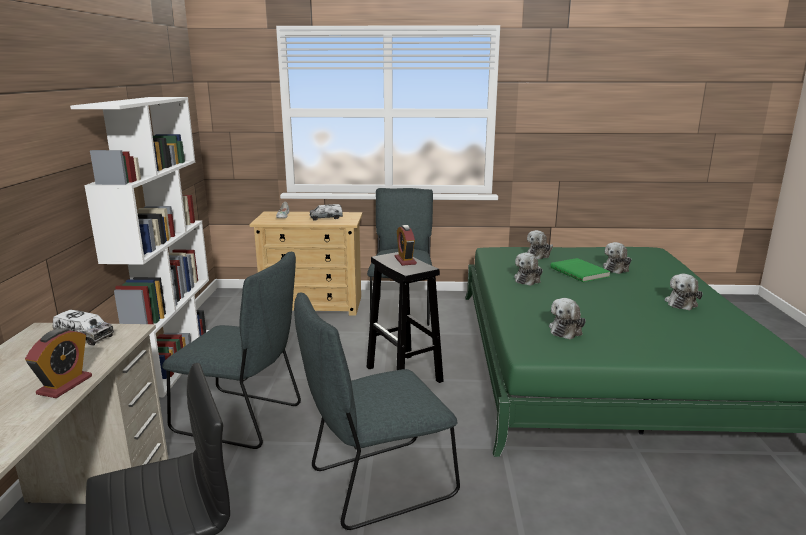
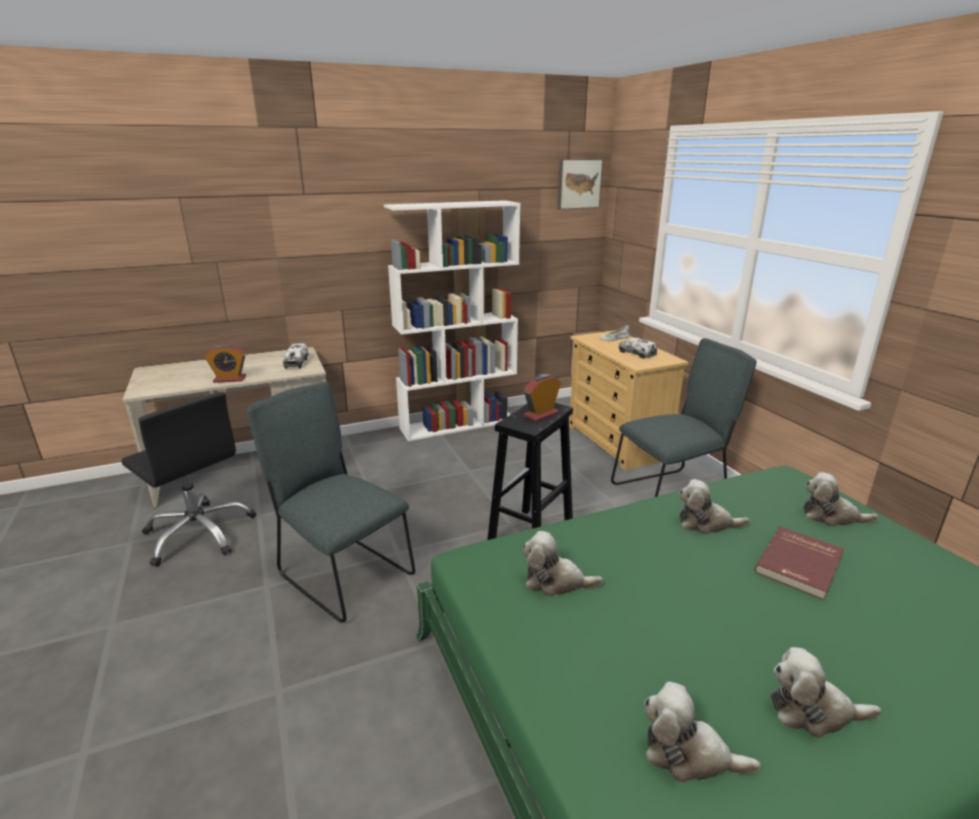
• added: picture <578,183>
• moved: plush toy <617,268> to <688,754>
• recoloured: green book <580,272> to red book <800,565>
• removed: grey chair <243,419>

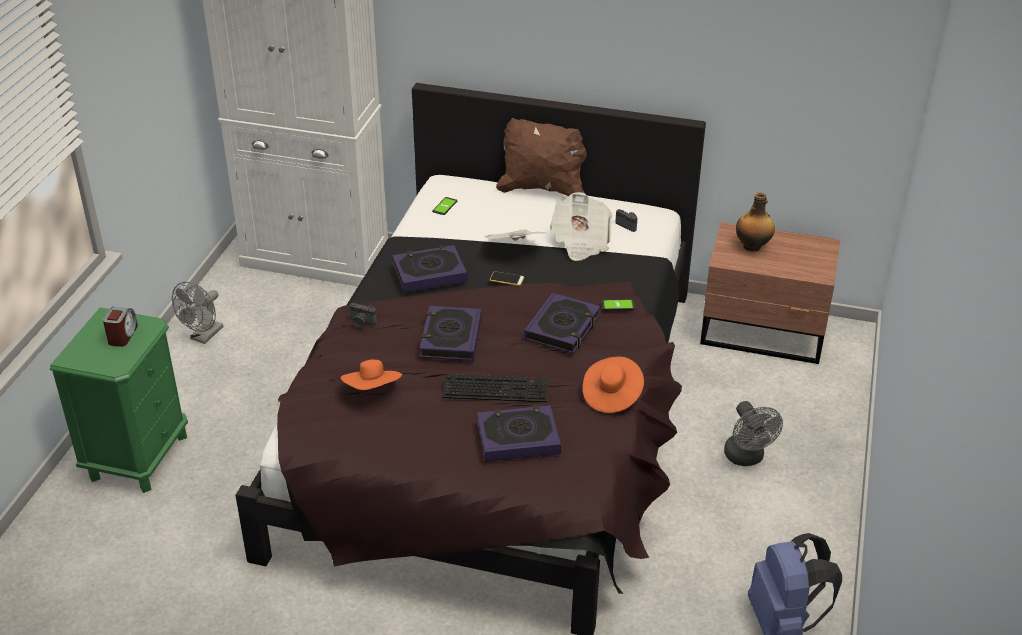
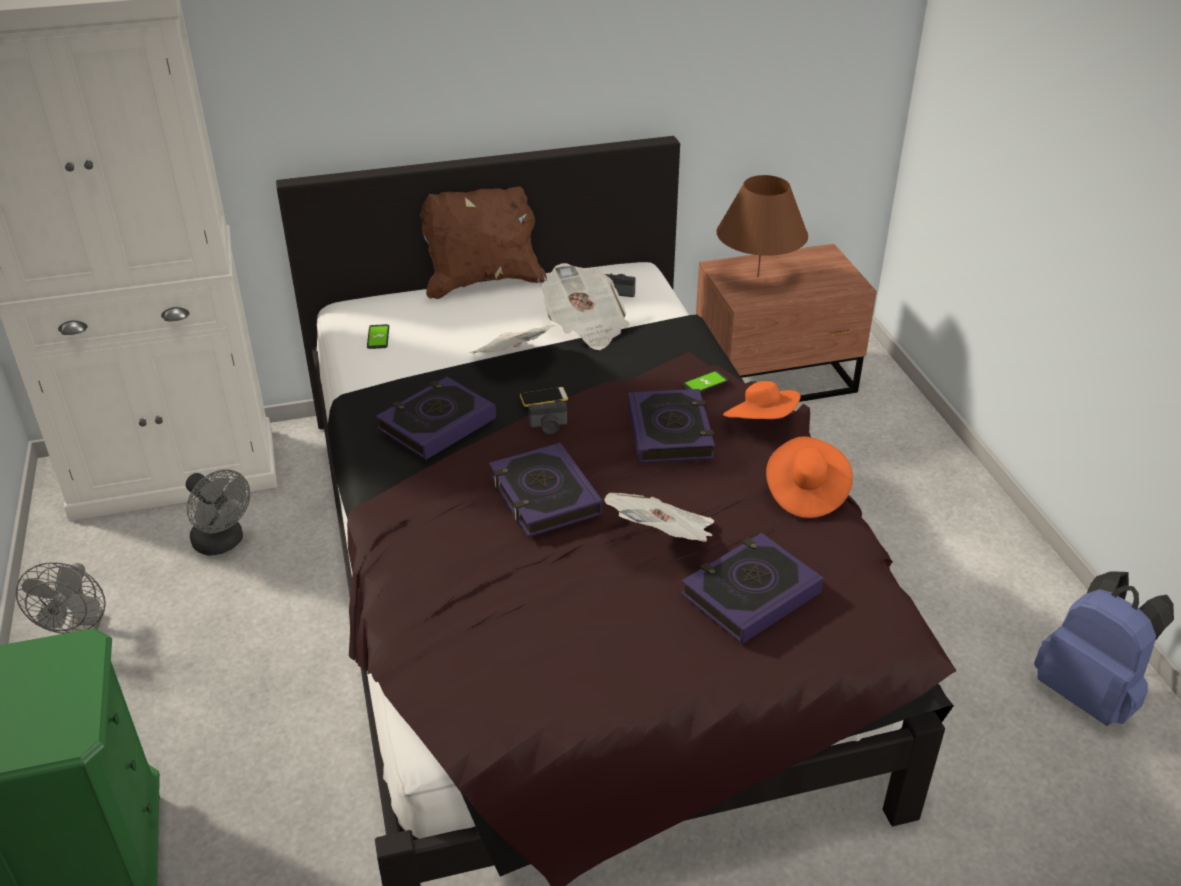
• moved: grey fan <747,458> to <223,543>
• moved: photo camera <362,322> to <548,427>
• replaced: keyboard <496,388> to newspaper <663,538>
• replaced: bottle <752,246> to brown table lamp <757,277>
• moved: orange hat <373,390> to <761,422>
• removed: alarm clock <122,335>

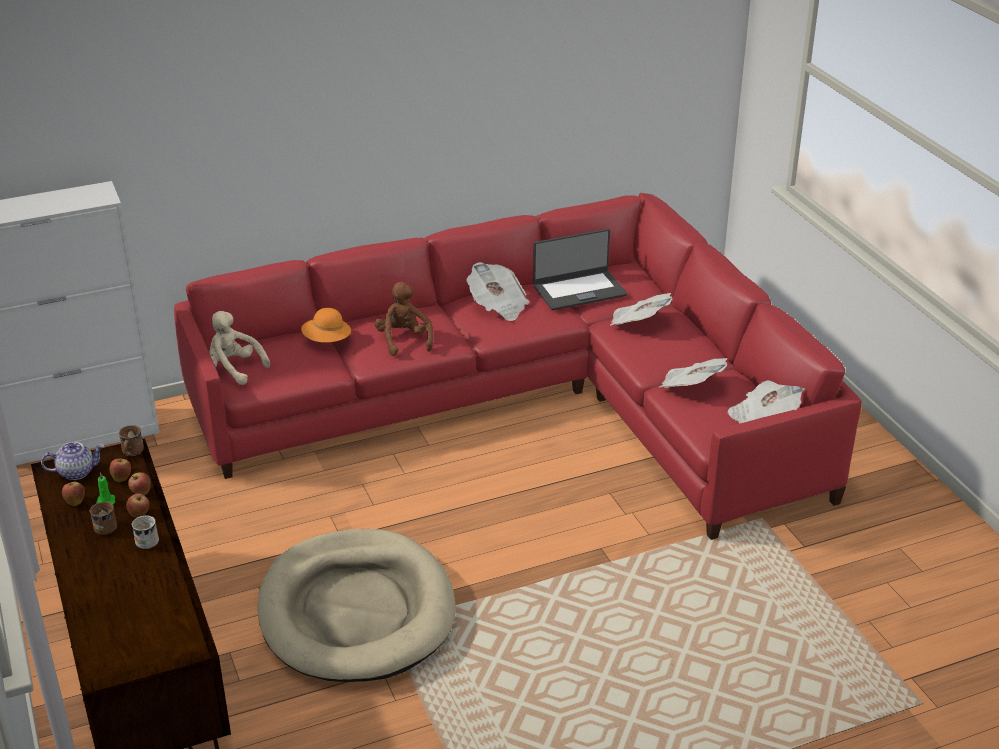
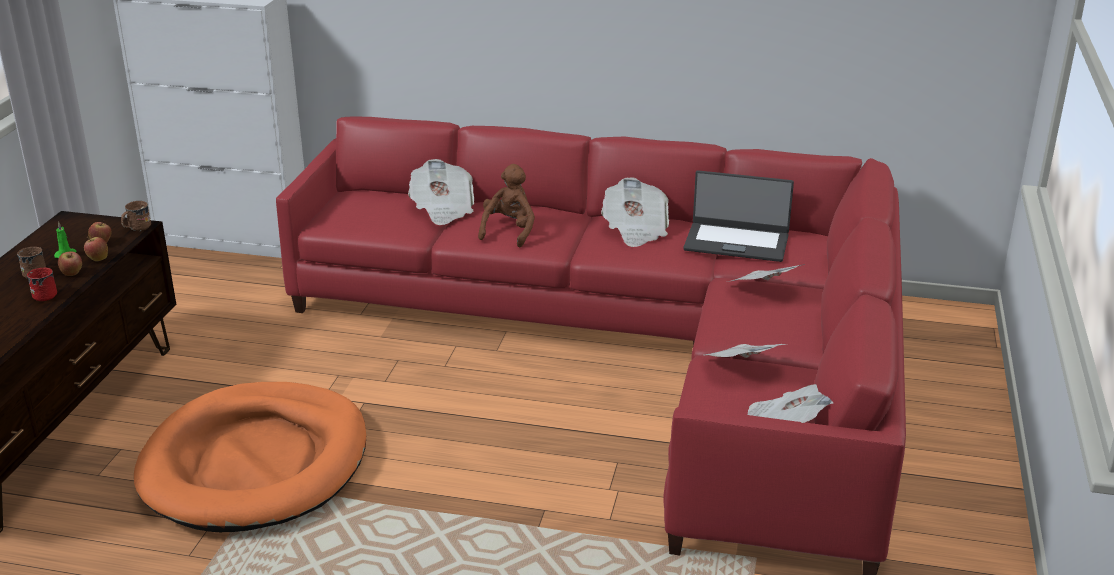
• recoloured: white mug <146,540> to red mug <47,294>
• recoloured: beige dog bed <356,611> to orange dog bed <256,463>
• replaced: orange hat <327,340> to newspaper <442,209>
• removed: teapot <76,472>
• removed: apple <75,501>
• removed: beige plush toy <234,369>

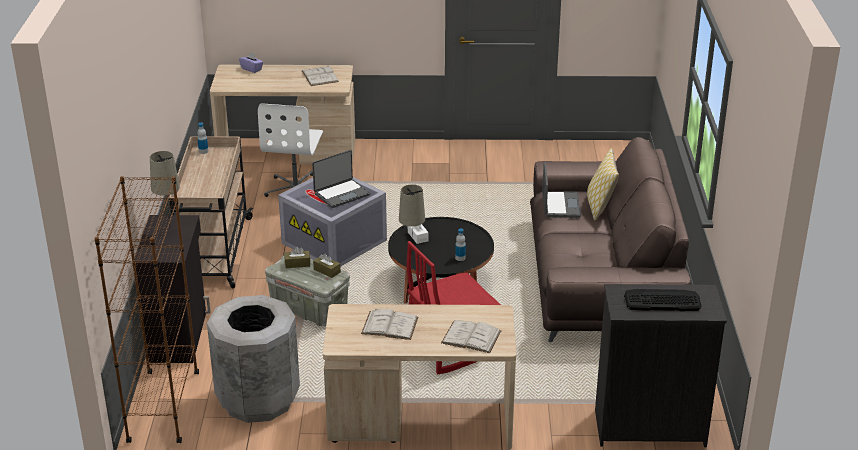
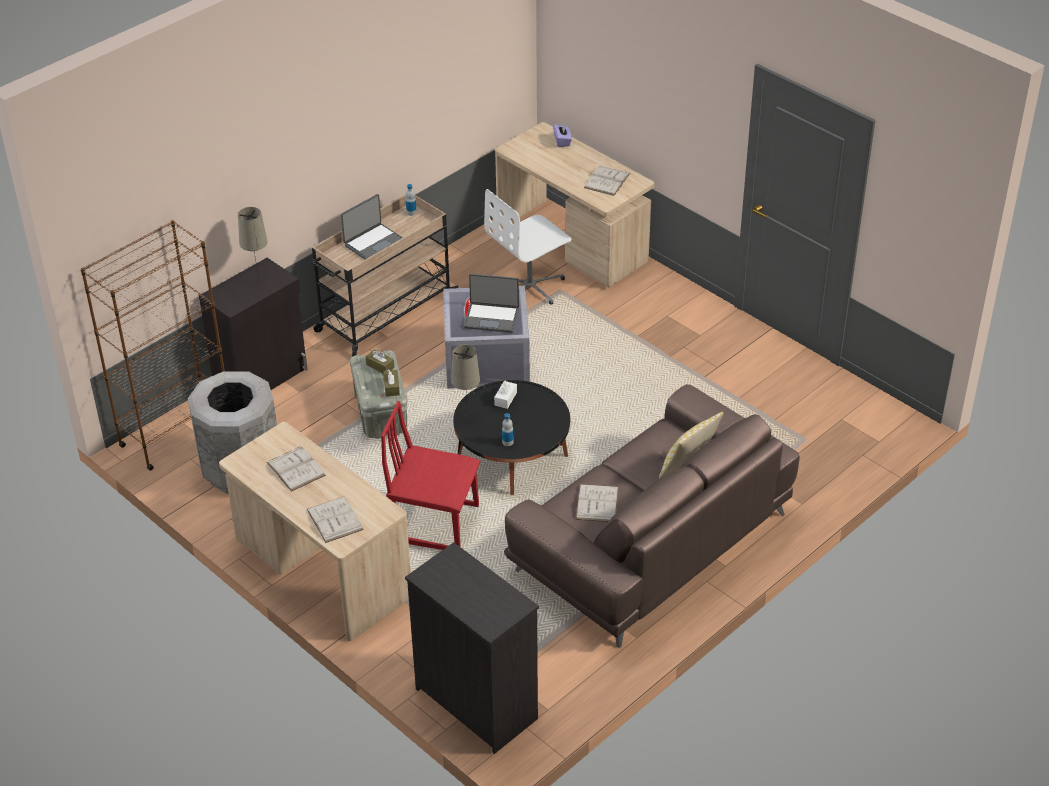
• moved: laptop <559,205> to <373,242>
• added: white book <597,503>
• removed: keyboard <662,301>

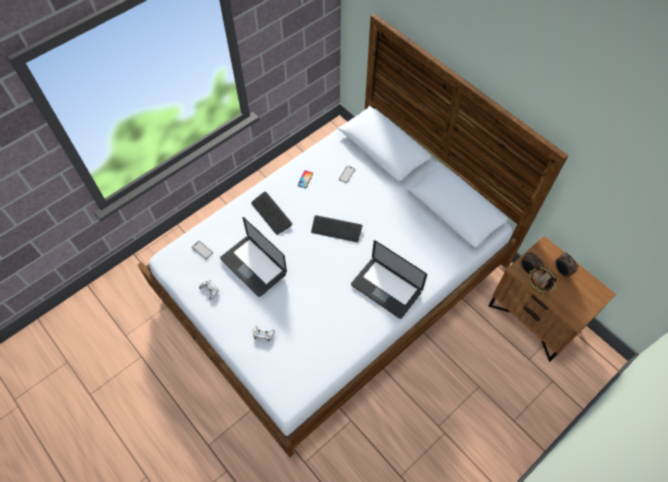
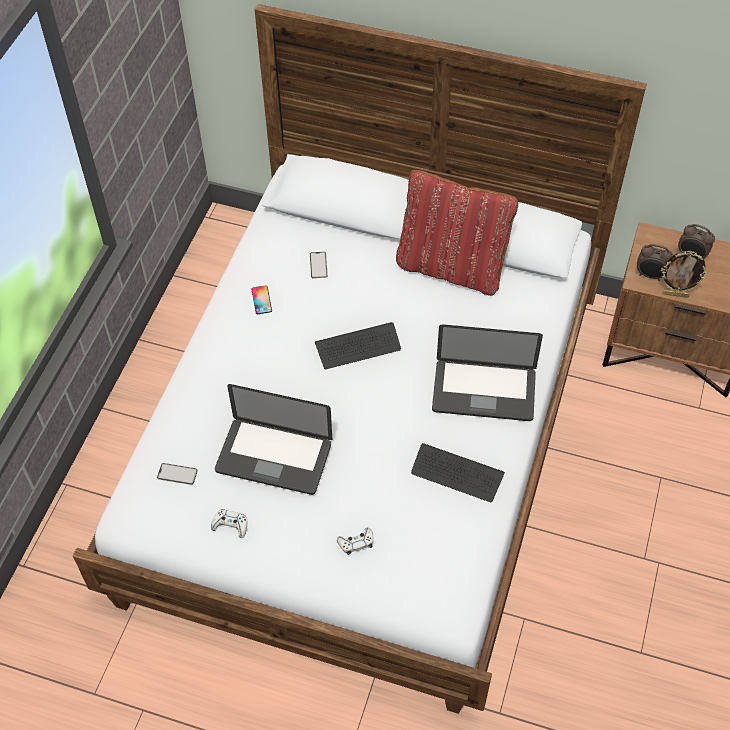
• added: red pillow <452,267>
• moved: keyboard <271,214> to <457,474>

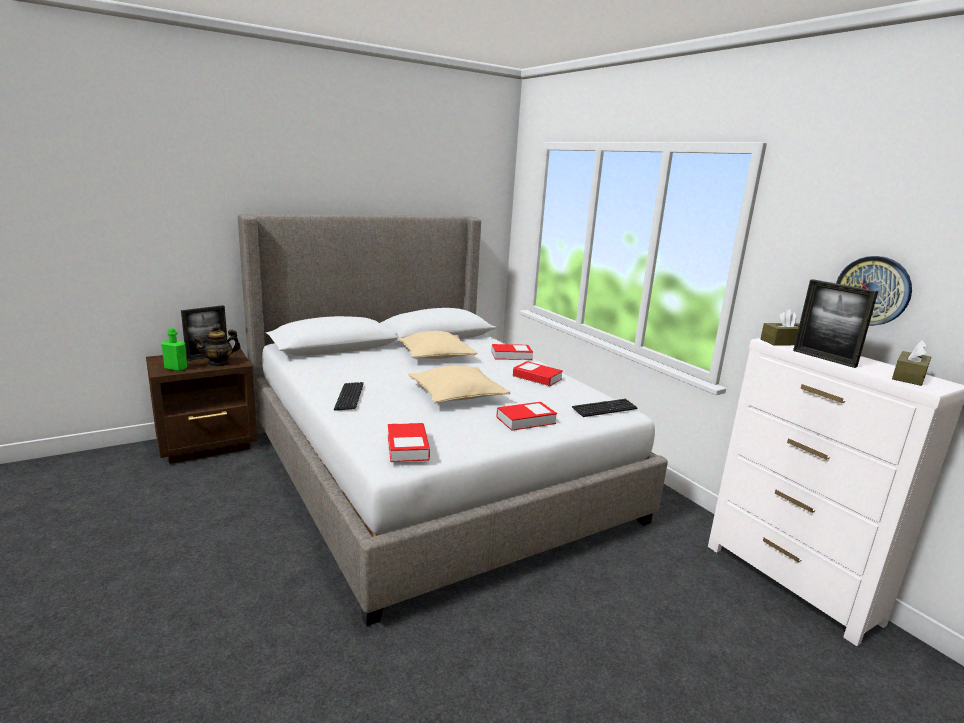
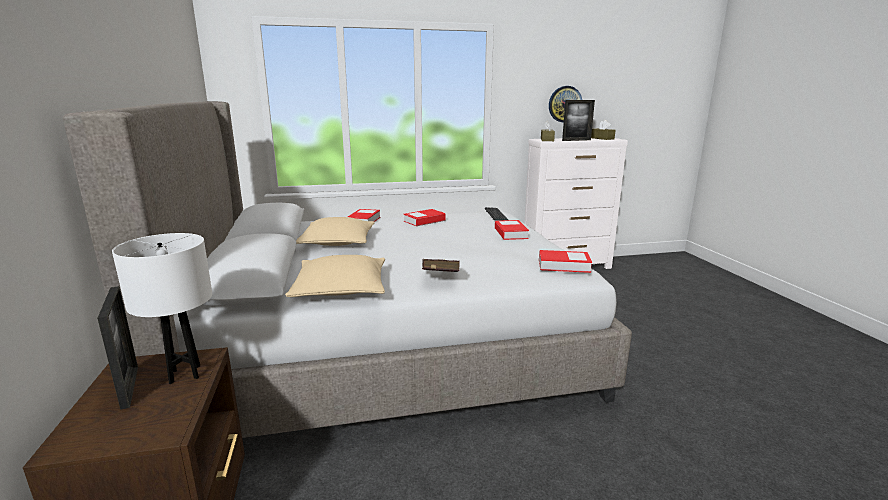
• replaced: teapot <219,363> to white table lamp <185,374>
• moved: beige pillow <457,395> to <341,289>
• replaced: keyboard <349,397> to red book <440,280>
• removed: green bottle <176,368>

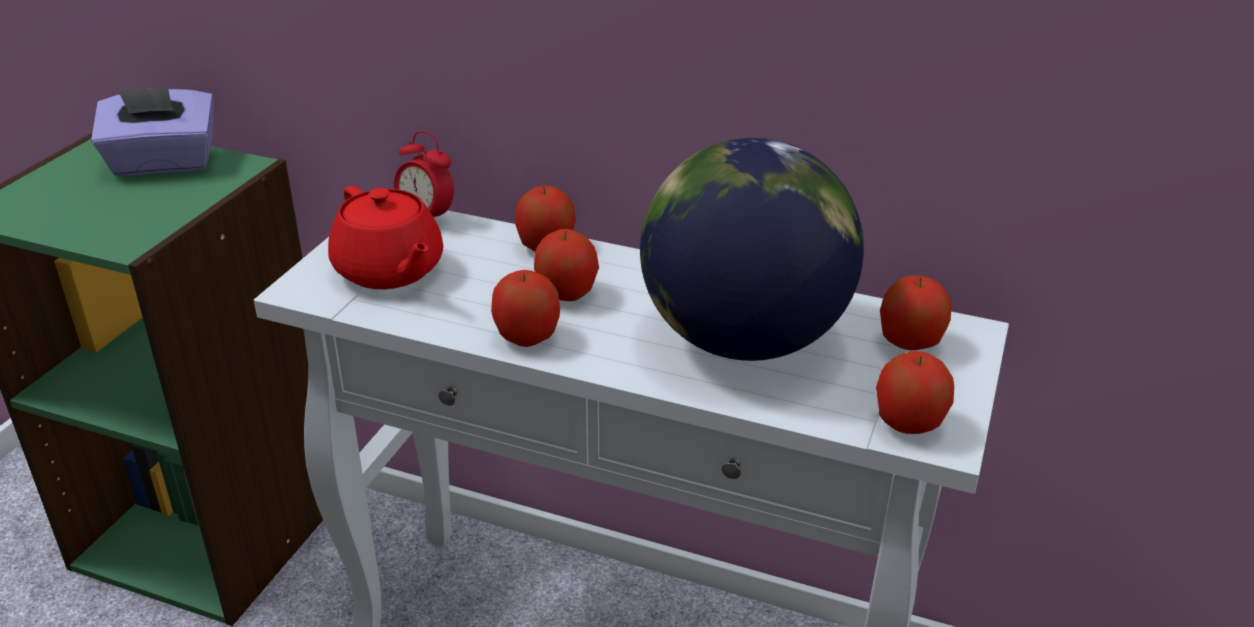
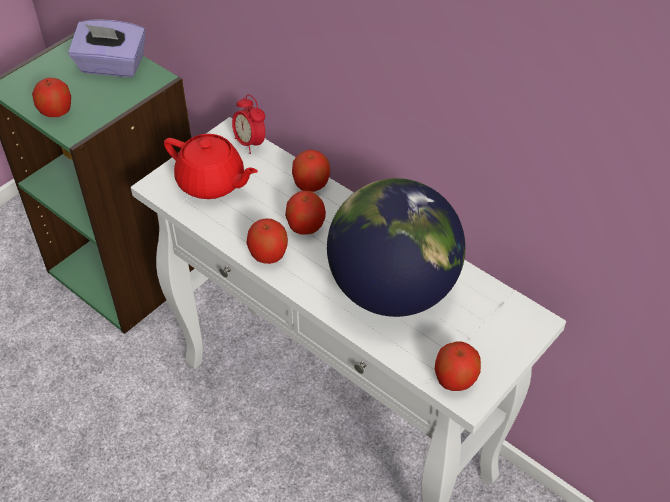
• moved: apple <909,342> to <56,112>
• turned: red teapot <389,271> = <212,183> 45 degrees counterclockwise

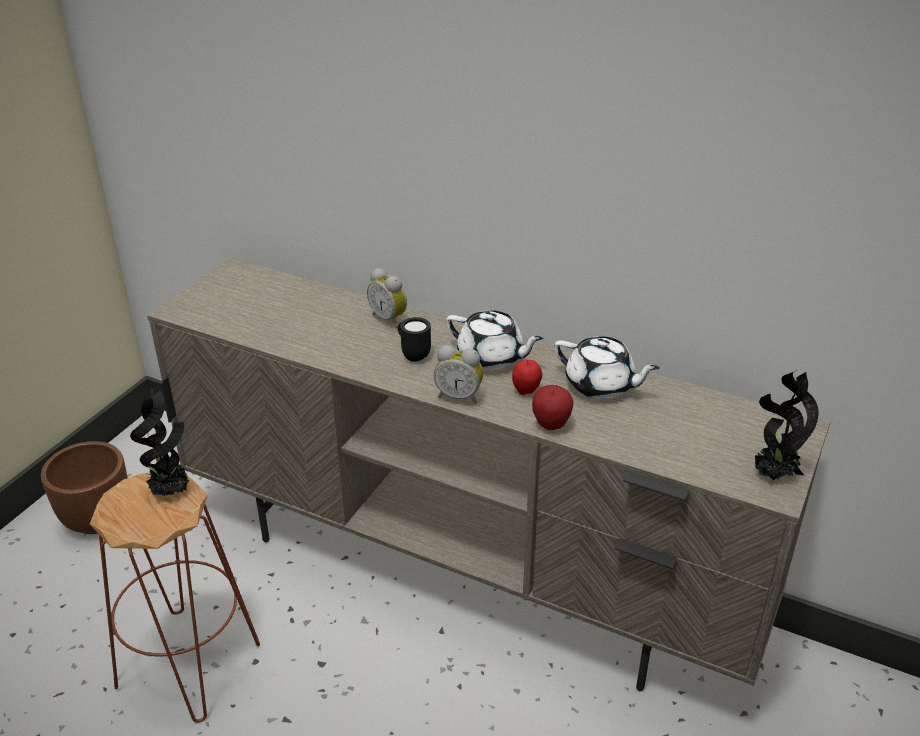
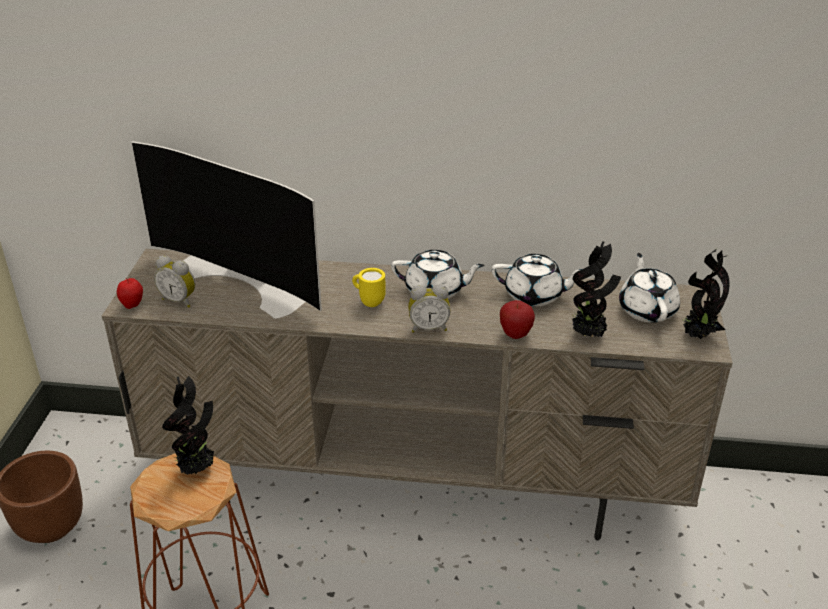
• moved: apple <526,391> to <132,305>
• added: television <244,280>
• moved: alarm clock <390,319> to <179,300>
• recoloured: black mug <413,355> to yellow mug <368,302>
• added: potted plant <589,335>
• added: white teapot <647,309>

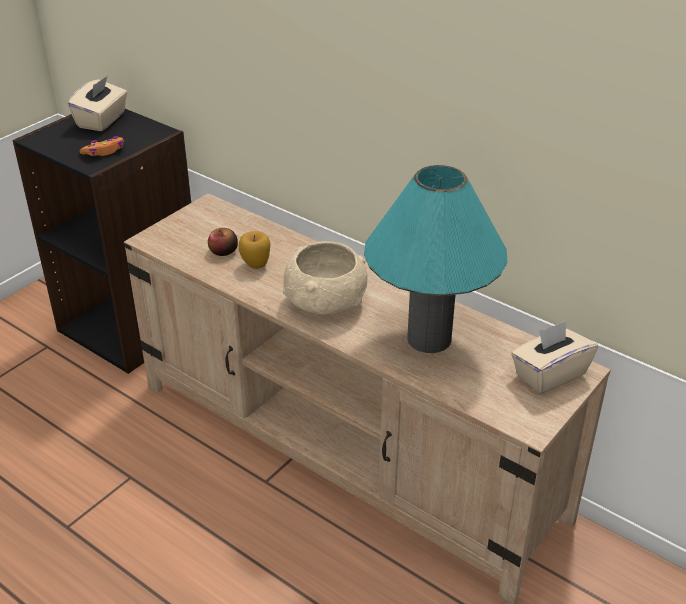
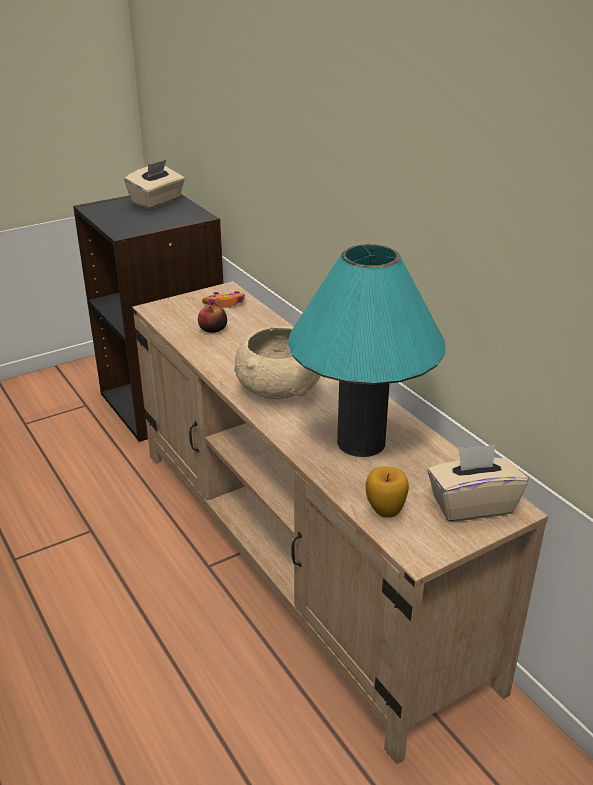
• moved: orange game controller <104,151> to <225,304>
• moved: apple <256,265> to <385,511>

